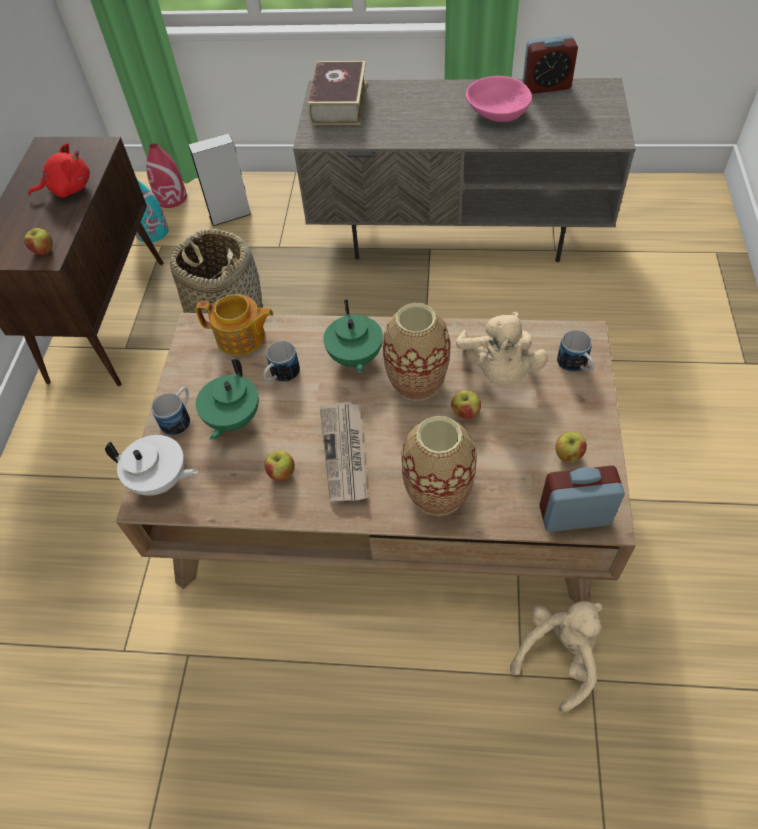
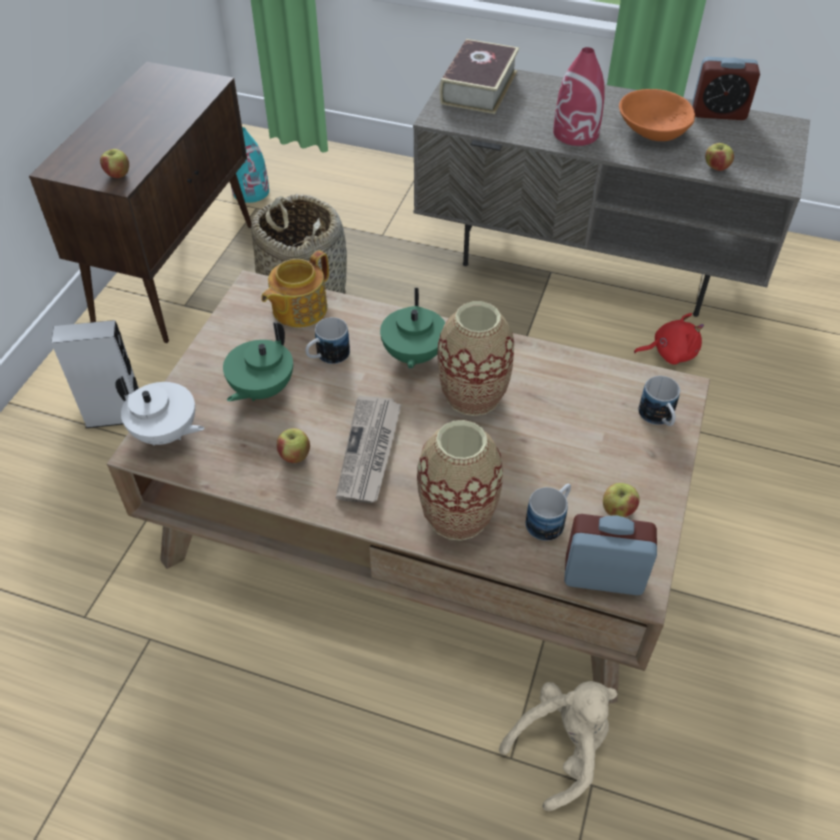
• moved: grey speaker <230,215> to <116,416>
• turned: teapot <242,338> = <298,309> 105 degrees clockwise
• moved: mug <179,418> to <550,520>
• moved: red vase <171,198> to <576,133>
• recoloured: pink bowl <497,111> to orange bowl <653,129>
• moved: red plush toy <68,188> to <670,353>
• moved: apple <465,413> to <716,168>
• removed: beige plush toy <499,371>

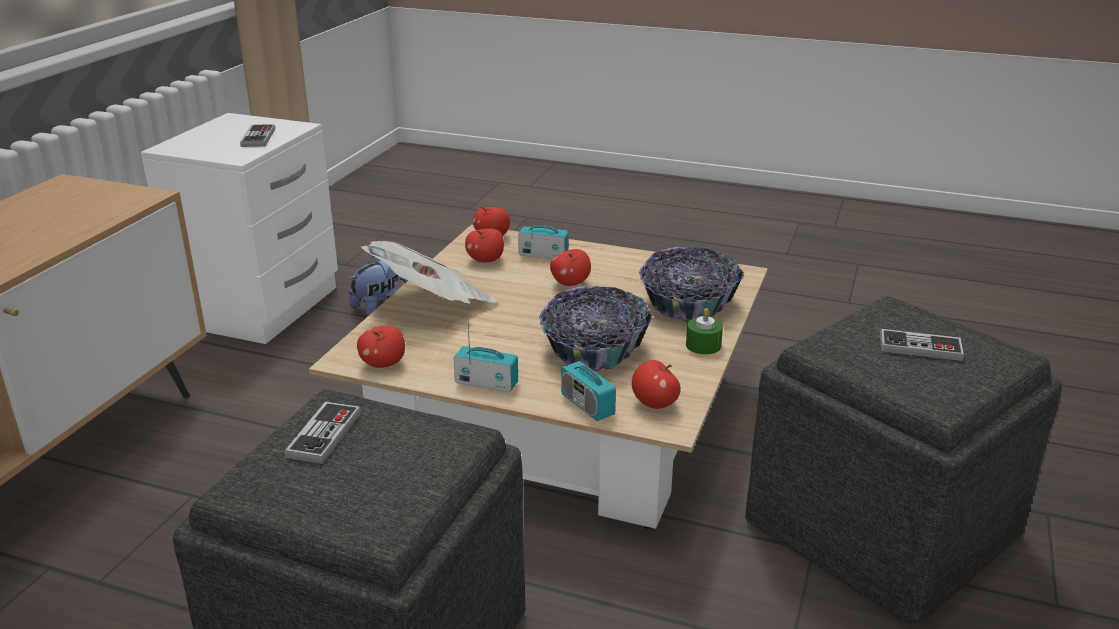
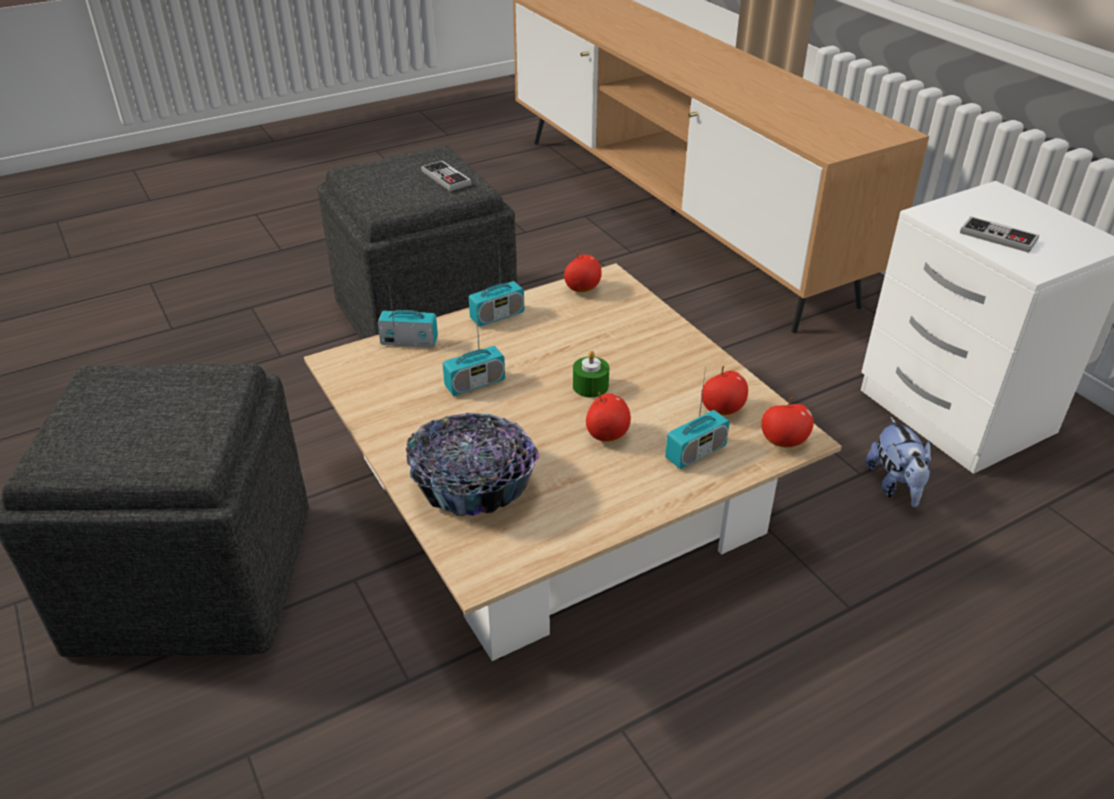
• replaced: bowl <593,348> to radio <475,384>
• moved: green candle <703,345> to <590,386>
• removed: newspaper <433,304>
• removed: apple <654,404>
• removed: game controller <920,347>

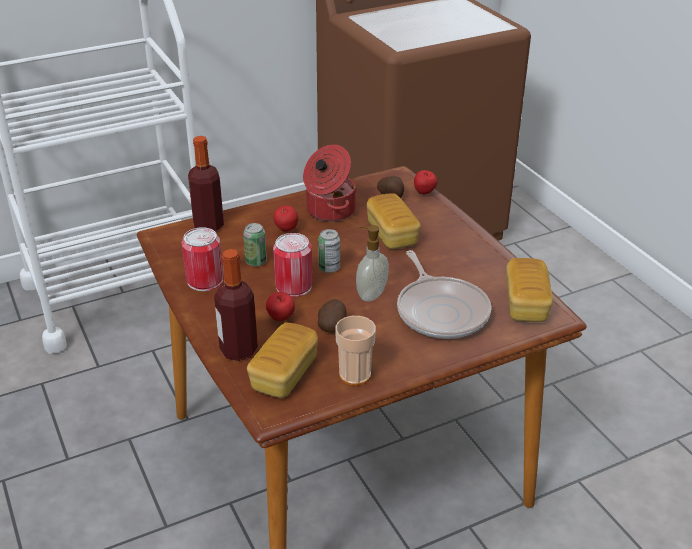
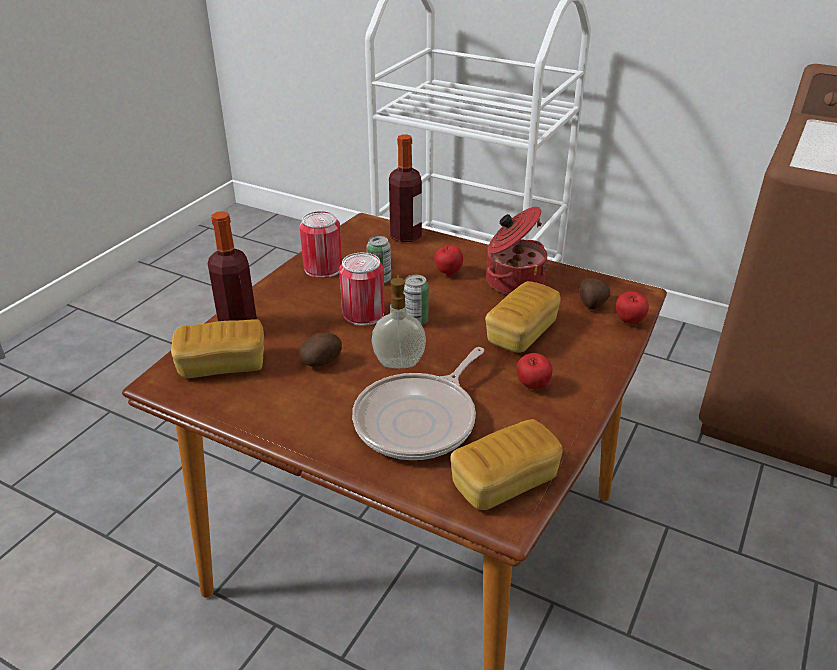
• moved: apple <281,319> to <532,387>
• removed: cup <355,375>

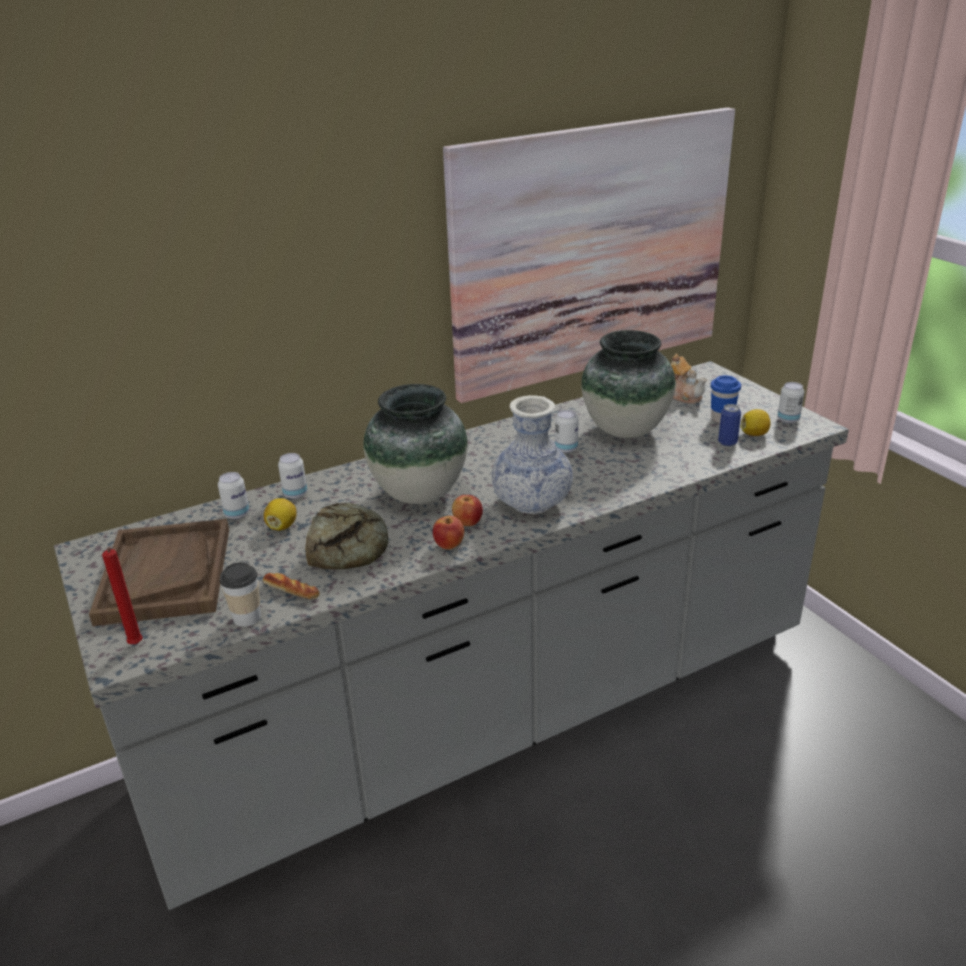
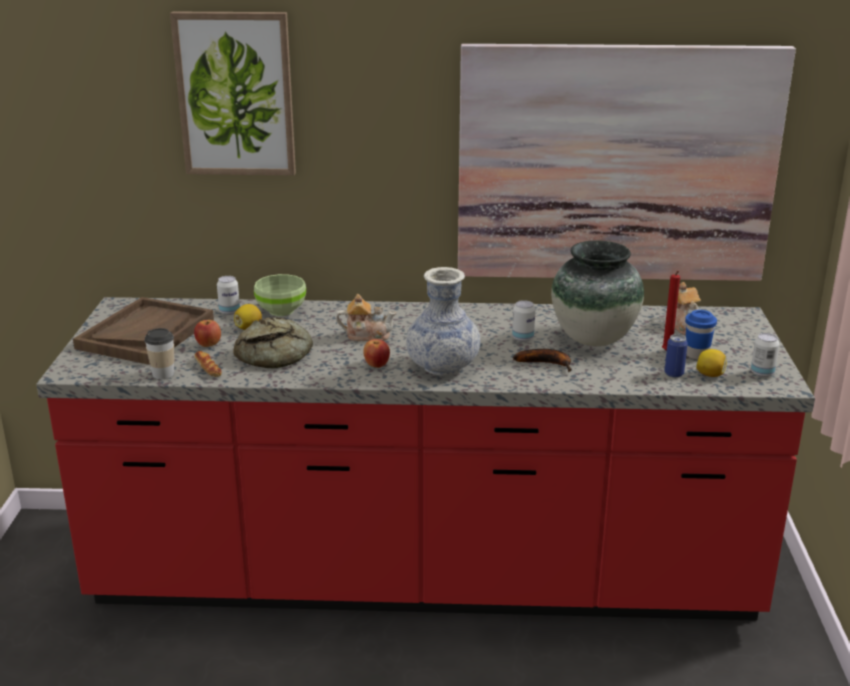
• recoloured: grey counter <491,714> to red counter <425,576>
• added: picture <236,94>
• moved: apple <449,545> to <208,345>
• replaced: can <295,494> to green bowl <282,310>
• replaced: vase <418,493> to teapot <367,335>
• added: banana <547,363>
• moved: red candle <136,645> to <667,352>

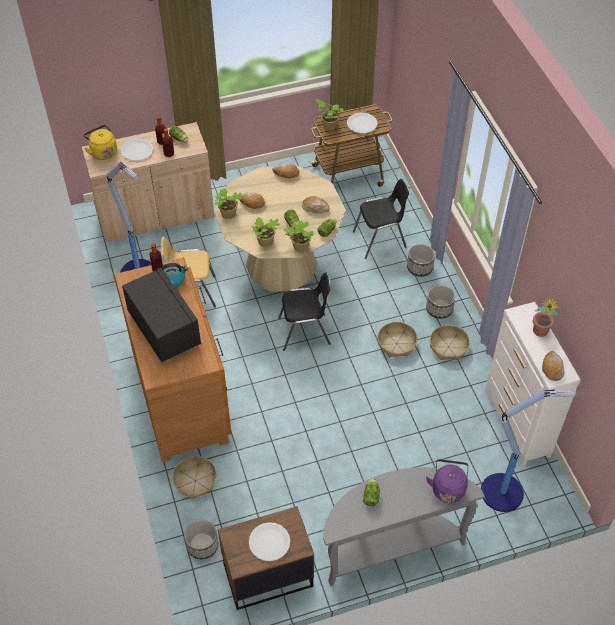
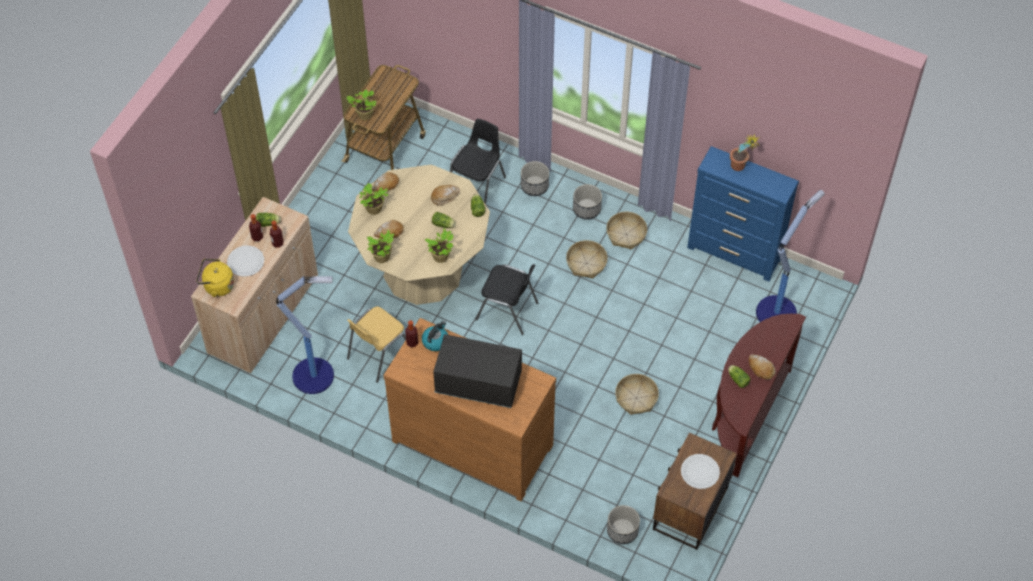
• moved: potted plant <299,247> to <374,210>
• turned: black chair <305,332> = <507,311> 75 degrees clockwise
• moved: basket <195,481> to <636,398>
• recoloured: white dresser <517,423> to blue dresser <734,254>
• recoloured: grey console table <391,546> to brown console table <746,414>
• moved: bread <552,368> to <760,368>
• removed: white plate <362,124>
• removed: purple kettle <448,488>

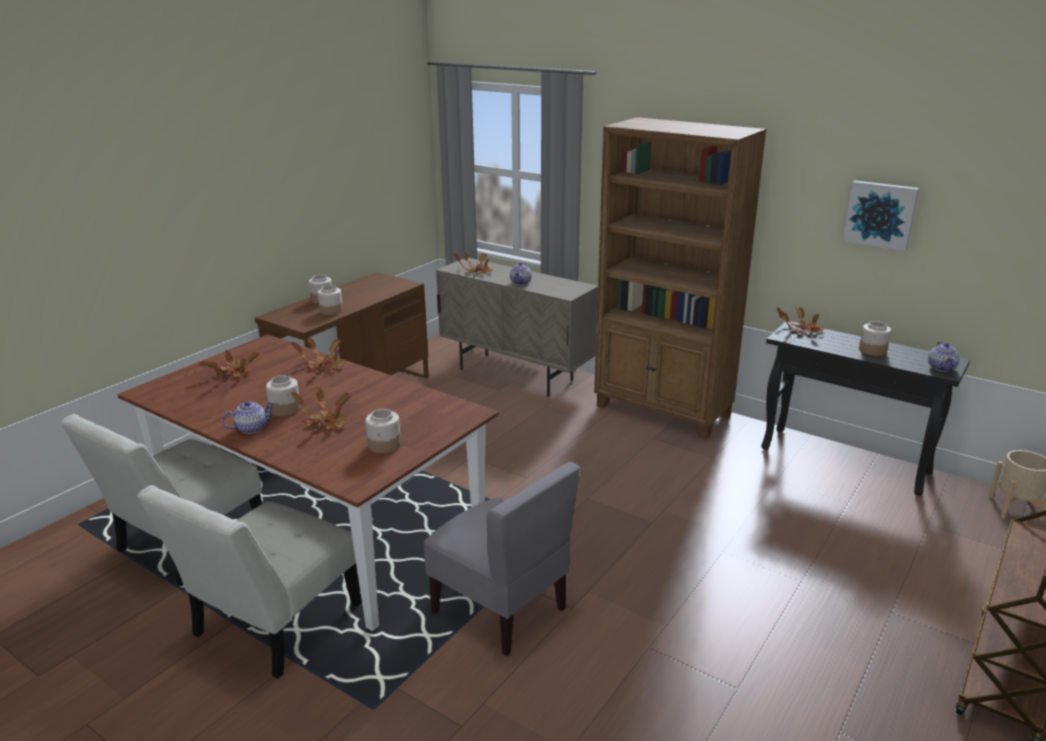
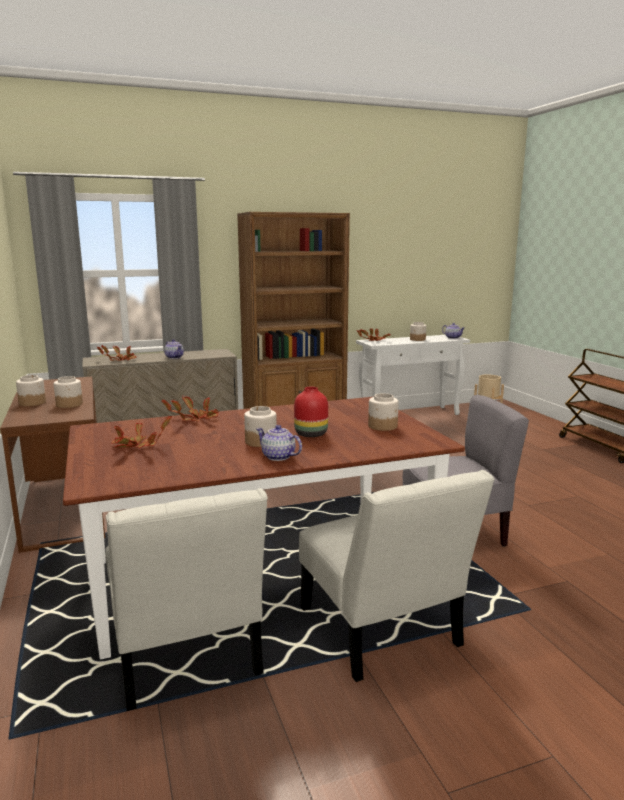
• turned: teapot <251,428> = <278,457> 60 degrees counterclockwise
• replaced: potted plant <326,422> to red vase <312,434>
• recoloured: black console table <846,461> to white console table <410,415>
• removed: picture <880,214>

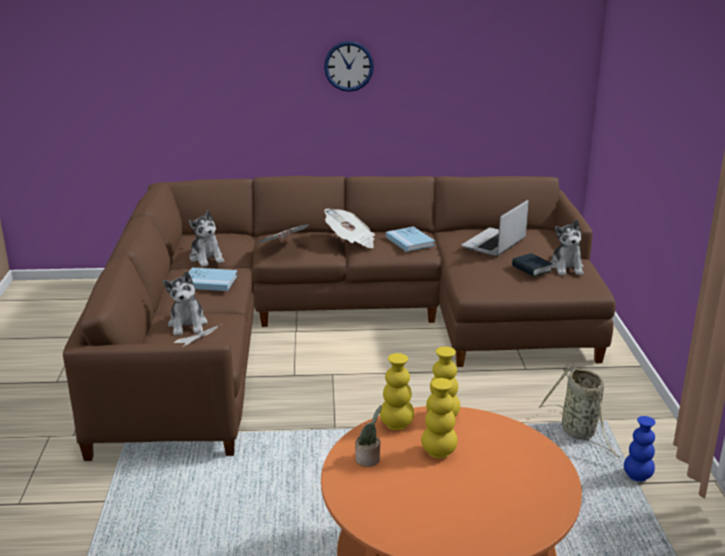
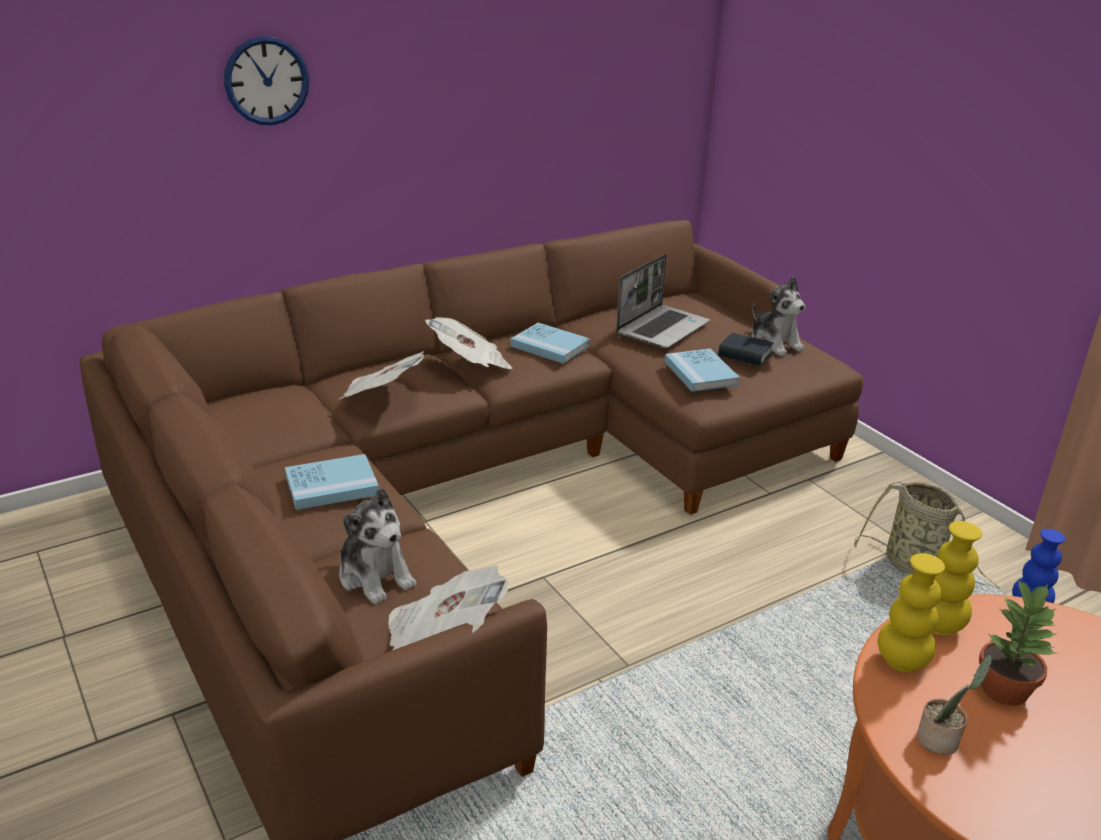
• moved: wall clock <348,66> to <266,81>
• turned: laptop <494,244> = <662,328> 150 degrees counterclockwise
• added: blue book <700,373>
• replaced: yellow vase <438,453> to potted plant <1004,688>
• removed: plush toy <206,258>

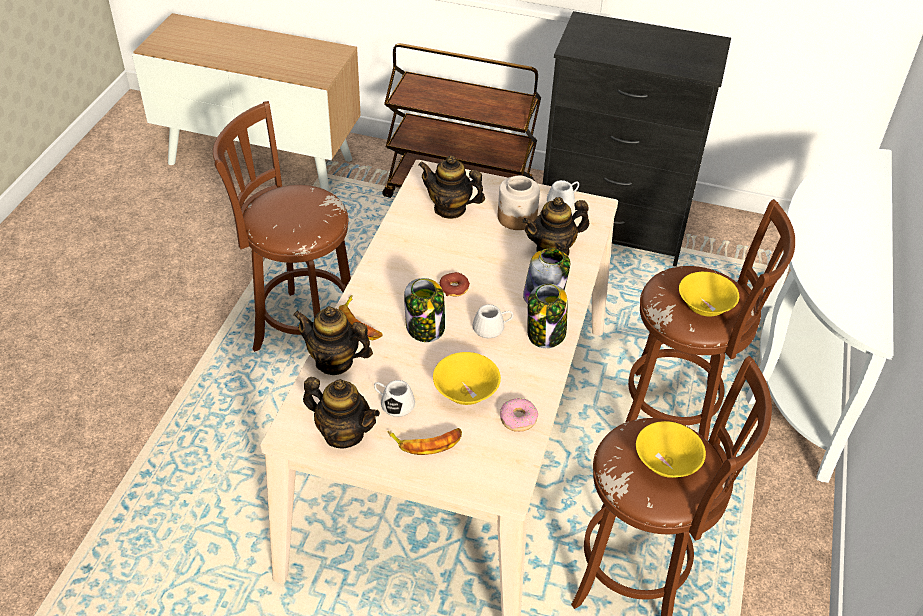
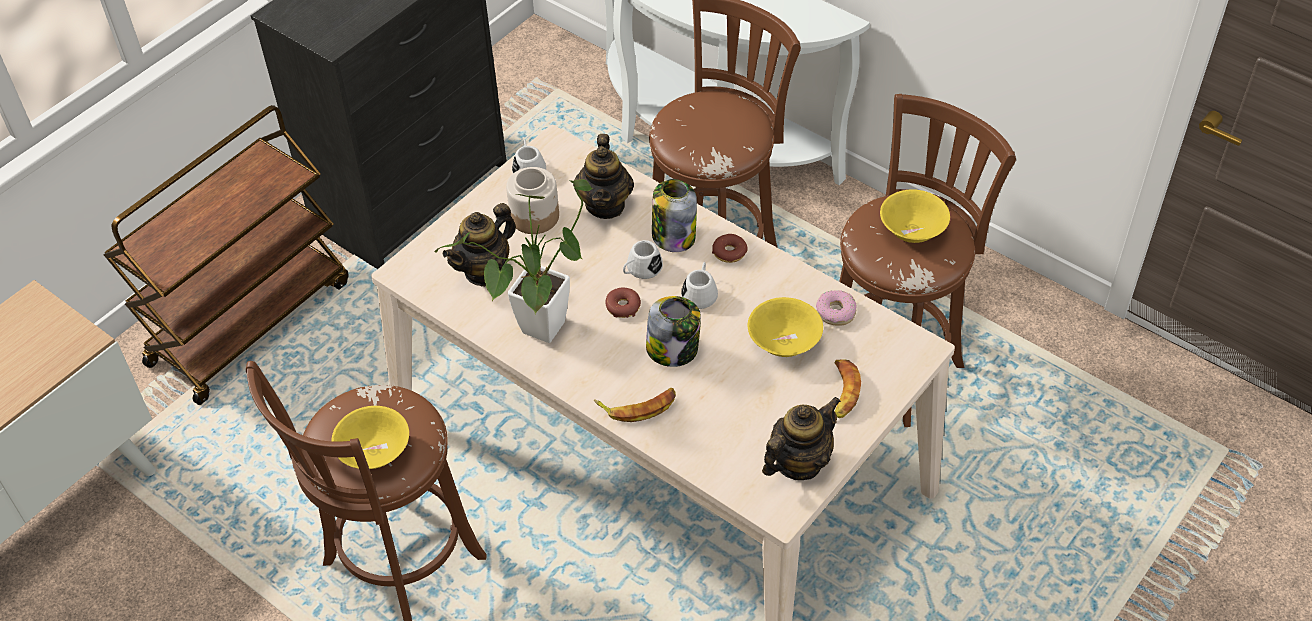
• moved: yellow bowl <704,307> to <375,453>
• added: potted plant <538,335>
• moved: white mug <393,403> to <641,270>
• replaced: jar <546,334> to donut <729,252>
• removed: teapot <334,361>

